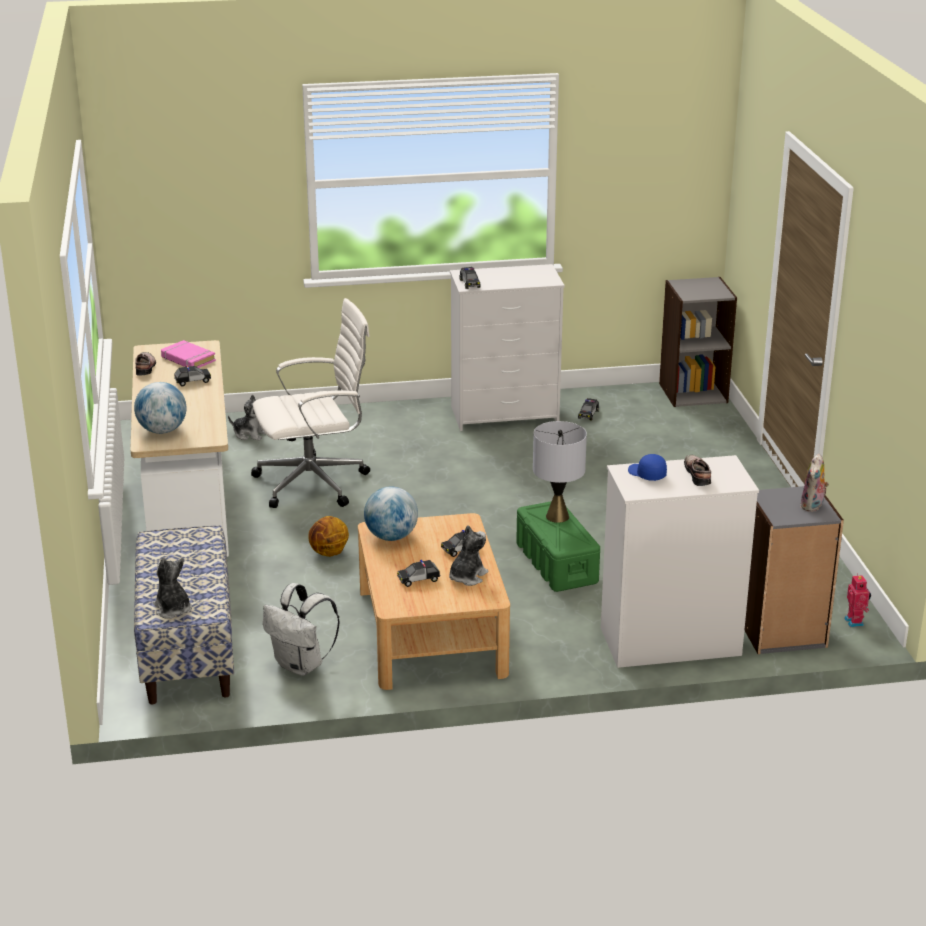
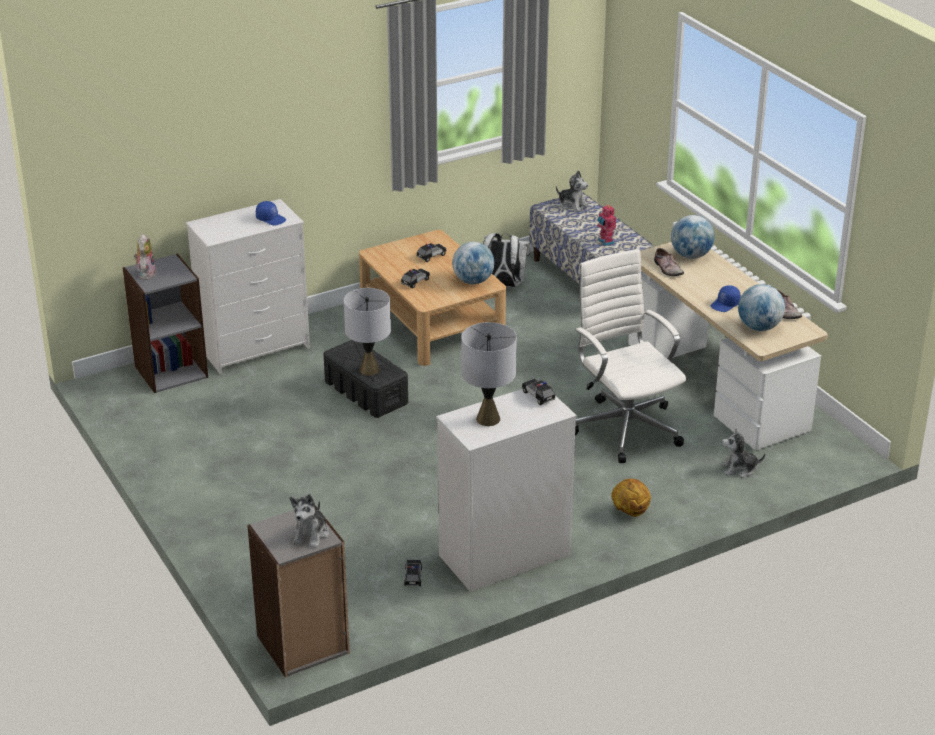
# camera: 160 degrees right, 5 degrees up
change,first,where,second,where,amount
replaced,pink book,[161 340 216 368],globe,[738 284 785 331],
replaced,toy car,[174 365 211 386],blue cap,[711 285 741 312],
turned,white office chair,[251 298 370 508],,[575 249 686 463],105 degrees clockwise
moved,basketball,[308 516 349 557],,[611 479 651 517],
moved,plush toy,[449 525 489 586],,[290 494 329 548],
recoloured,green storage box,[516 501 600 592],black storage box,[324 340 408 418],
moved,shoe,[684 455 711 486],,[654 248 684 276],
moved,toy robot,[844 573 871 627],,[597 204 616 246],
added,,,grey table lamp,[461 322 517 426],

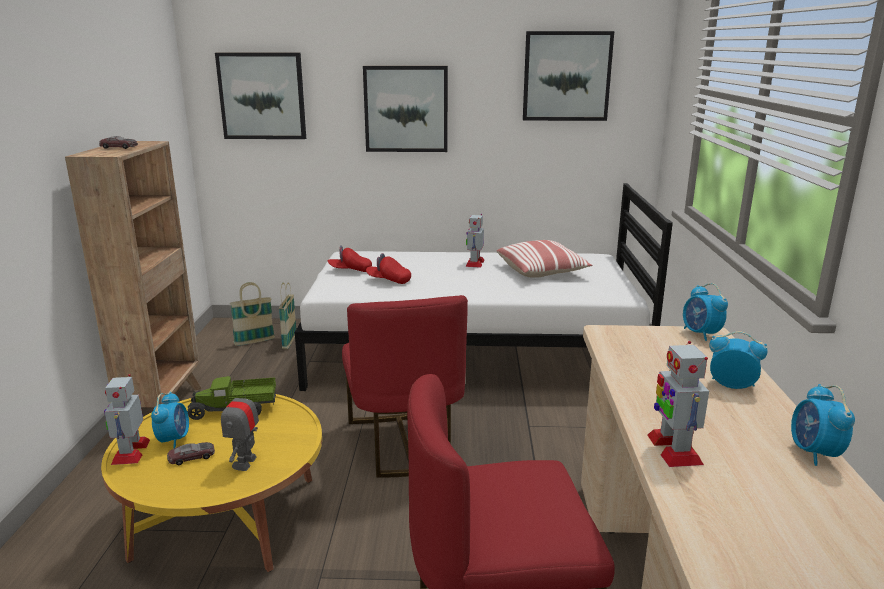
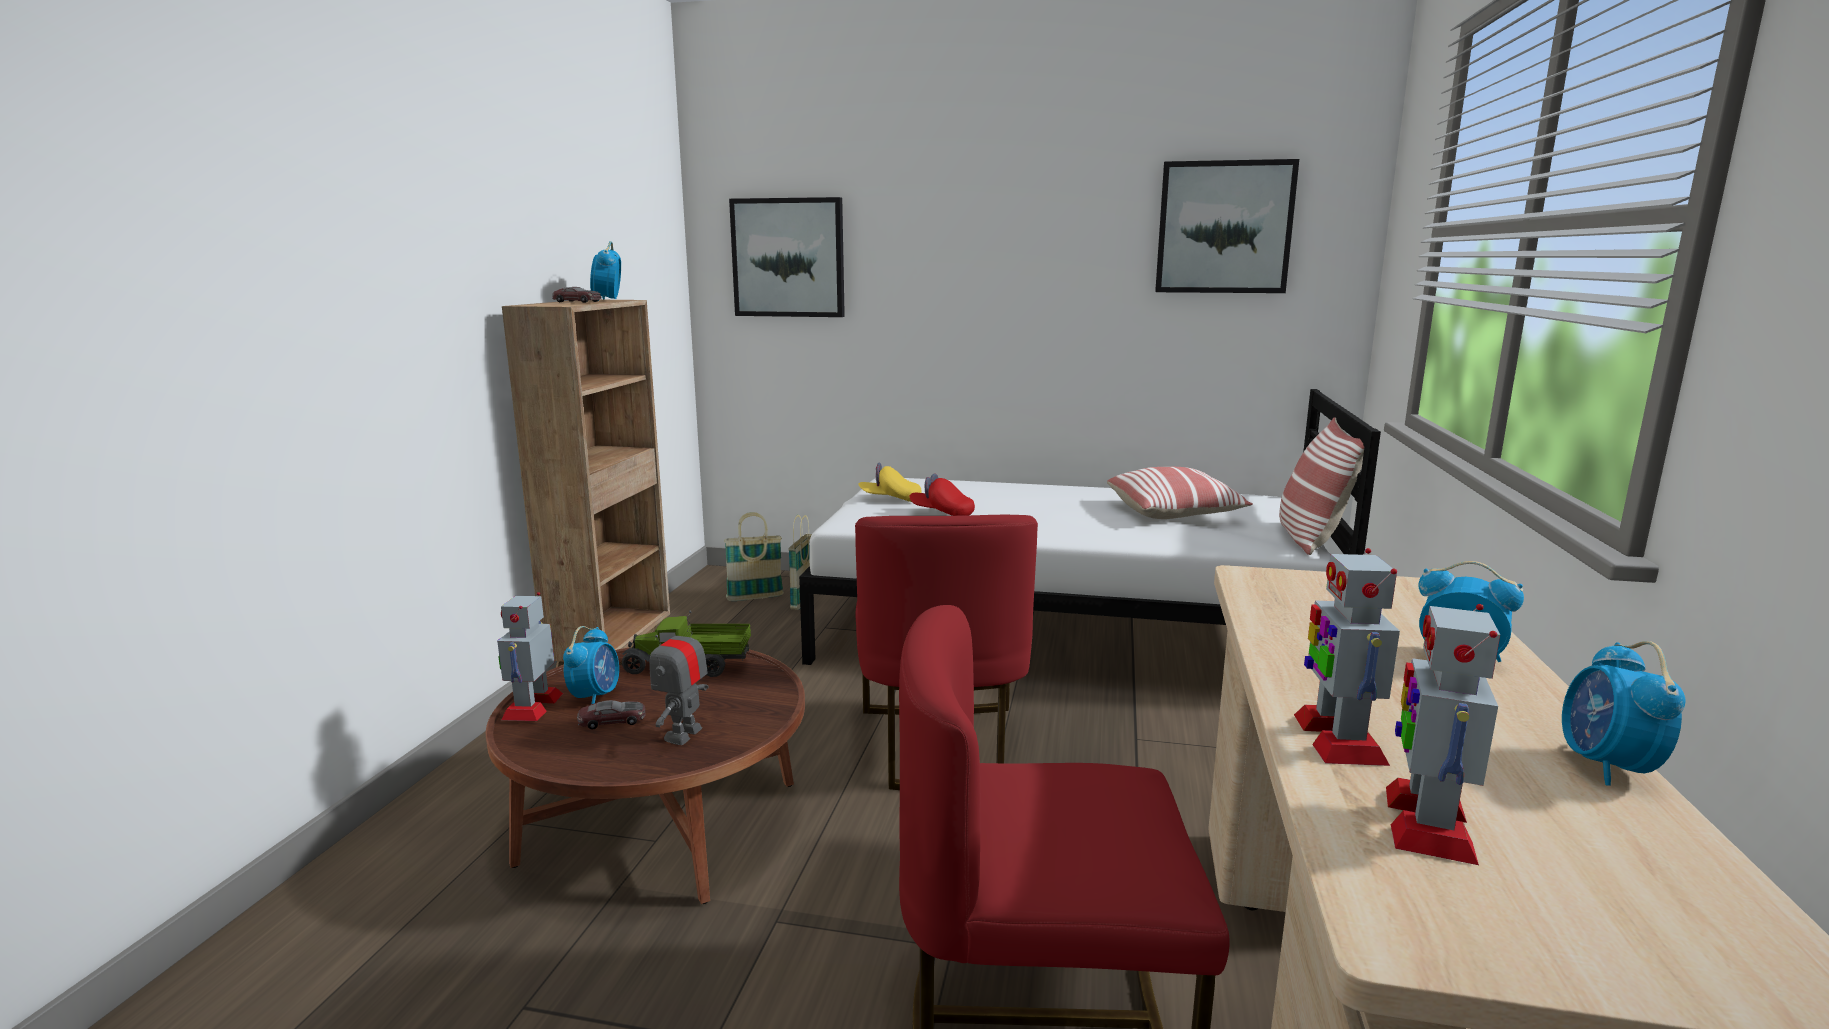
# camera: 10 degrees right, 5 degrees down
change,first,where,second,where,amount
recoloured,yellow coffee table,[101 394 322 572],brown coffee table,[486 647 805 904],
recoloured,red cap,[328 245 372 272],yellow cap,[858 463 922 502],
removed,picture,[363 66 448 152],,,
moved,toy robot,[466 214 484 268],,[1386 604 1500 865],
moved,alarm clock,[683 283 728 341],,[590 241 621 299],
added,,,pillow,[1279 417 1365 555],

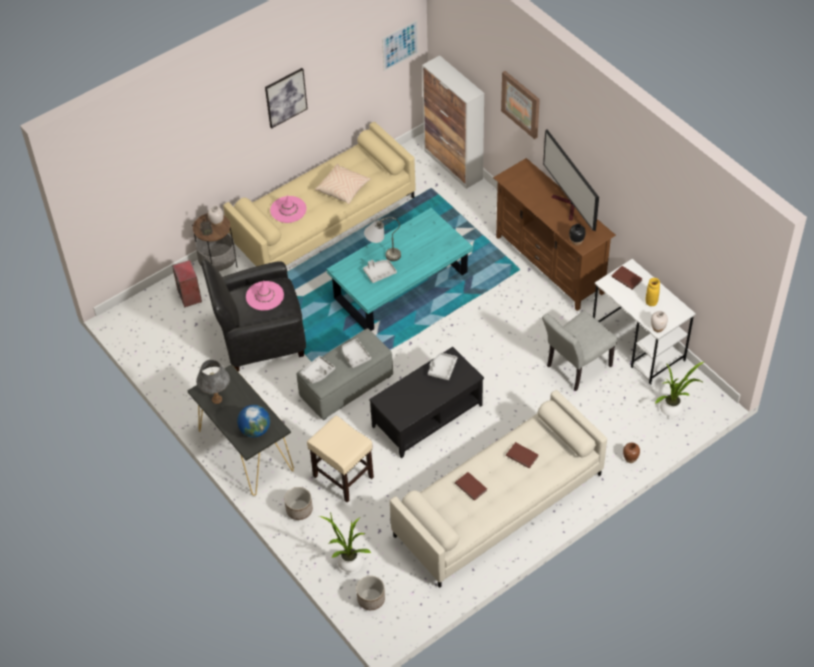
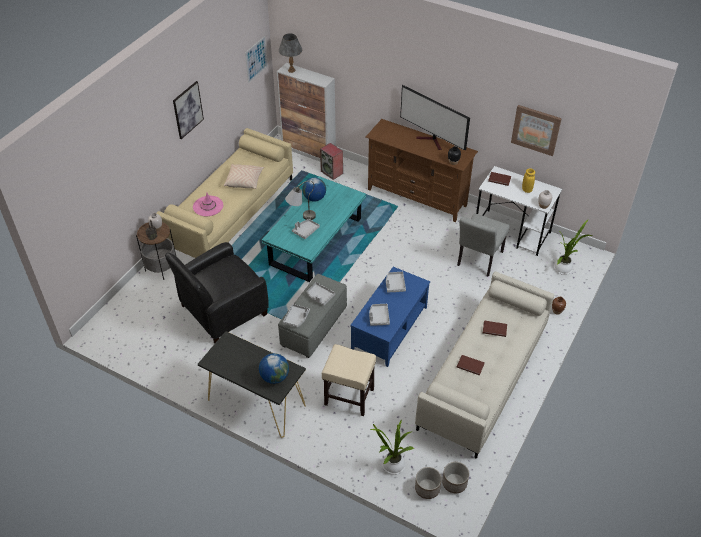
# camera: 25 degrees left, 5 degrees down
change,first,where,second,where,amount
moved,speaker,[172 260 202 308],,[320 143 343 180],
moved,grey table lamp,[196 360 230 404],,[279 33 302 73],
removed,pink hat,[246 280 284 310],,,
moved,planter,[284 487 313 520],,[442 462 469 494],
recoloured,black coffee table,[369 347 484 458],blue coffee table,[350 267 430 367],
moved,picture,[501 71 540 139],,[511 105 562 156],
added,,,globe,[302 177 326 201],
added,,,grey tray,[369 304 390 326],

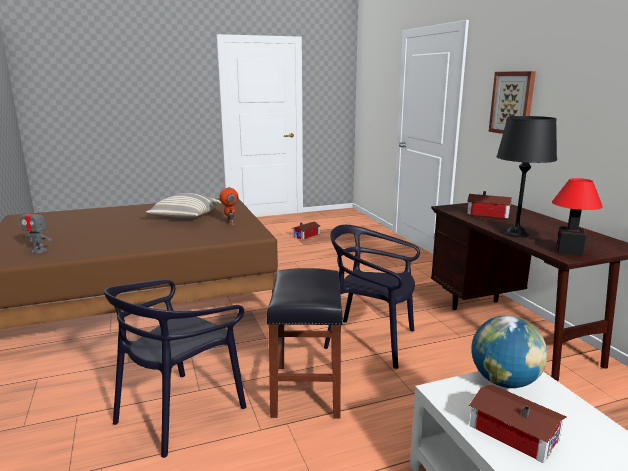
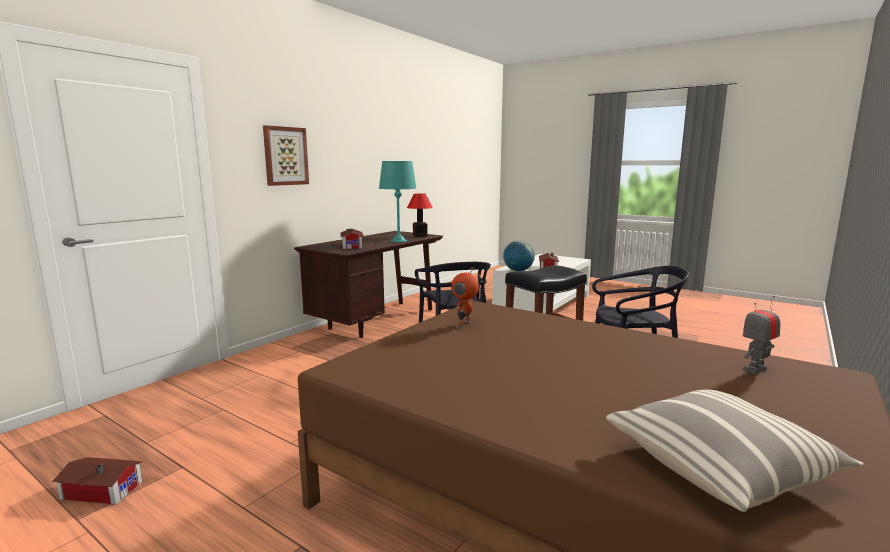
# camera: 125 degrees left, 5 degrees down
change,first,where,second,where,amount
turned,toy robot,[20 205 52 253],,[742 296 780 375],105 degrees counterclockwise
moved,pillow,[146 193 221 218],,[606 390 864 512],
recoloured,black table lamp,[497 116 557 237],turquoise table lamp,[379 161 417 242],

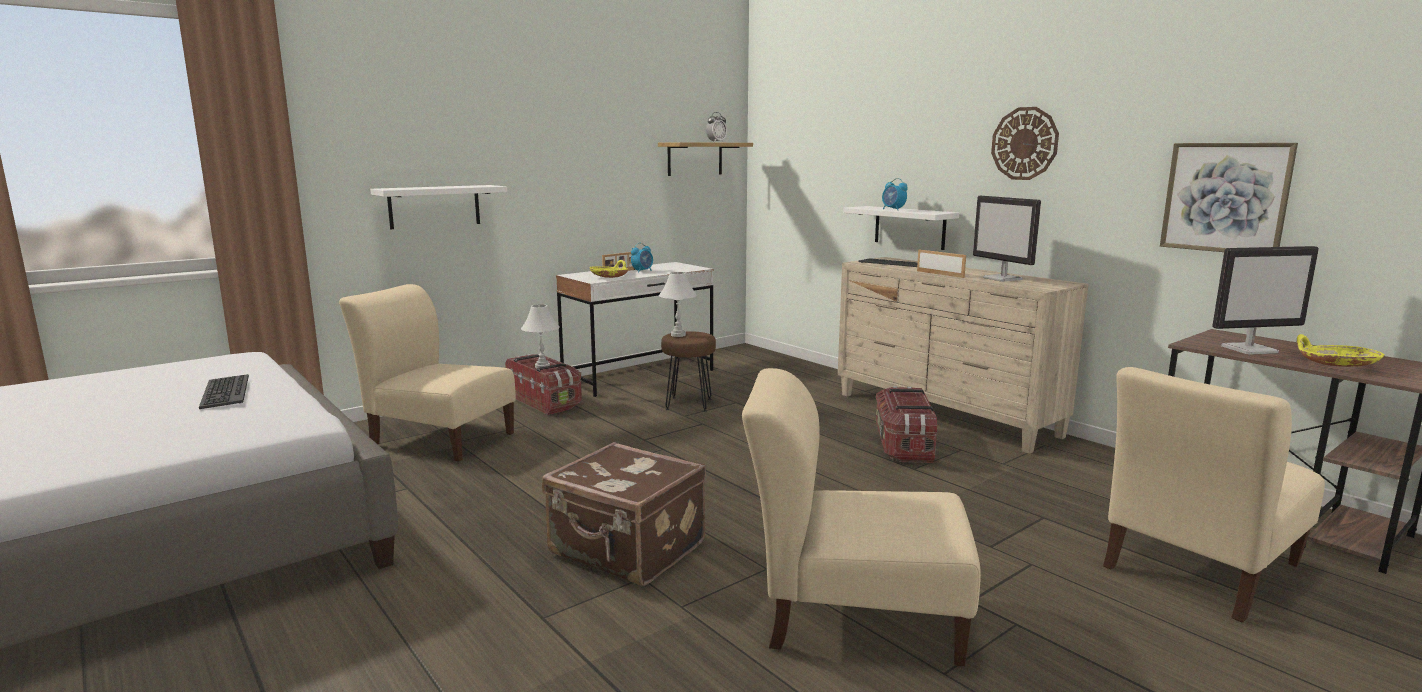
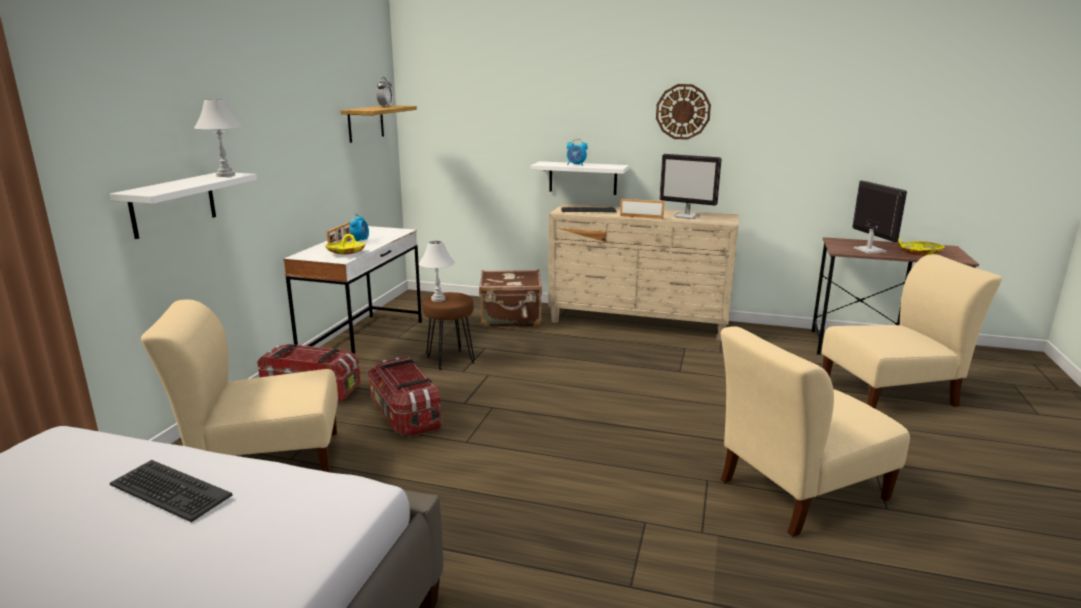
# camera: 35 degrees left, 5 degrees up
change,first,where,second,where,amount
moved,white table lamp,[521 304 560 368],,[194 99 243 177],
moved,brown suitcase,[542 442 706 586],,[479 270 542 327],
moved,storage box,[876 386 937 463],,[368 357 442 437],
turned,beige chair,[1103 367 1325 623],,[822 254 1002 409],120 degrees counterclockwise
removed,picture,[1160 143 1298 252],,,
turned,monitor,[1212 246 1319 355],,[852 181 907 254],60 degrees counterclockwise

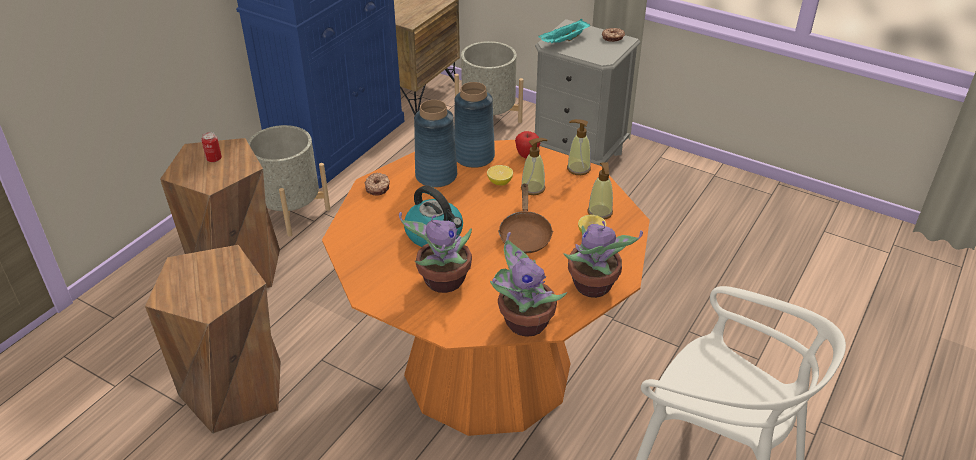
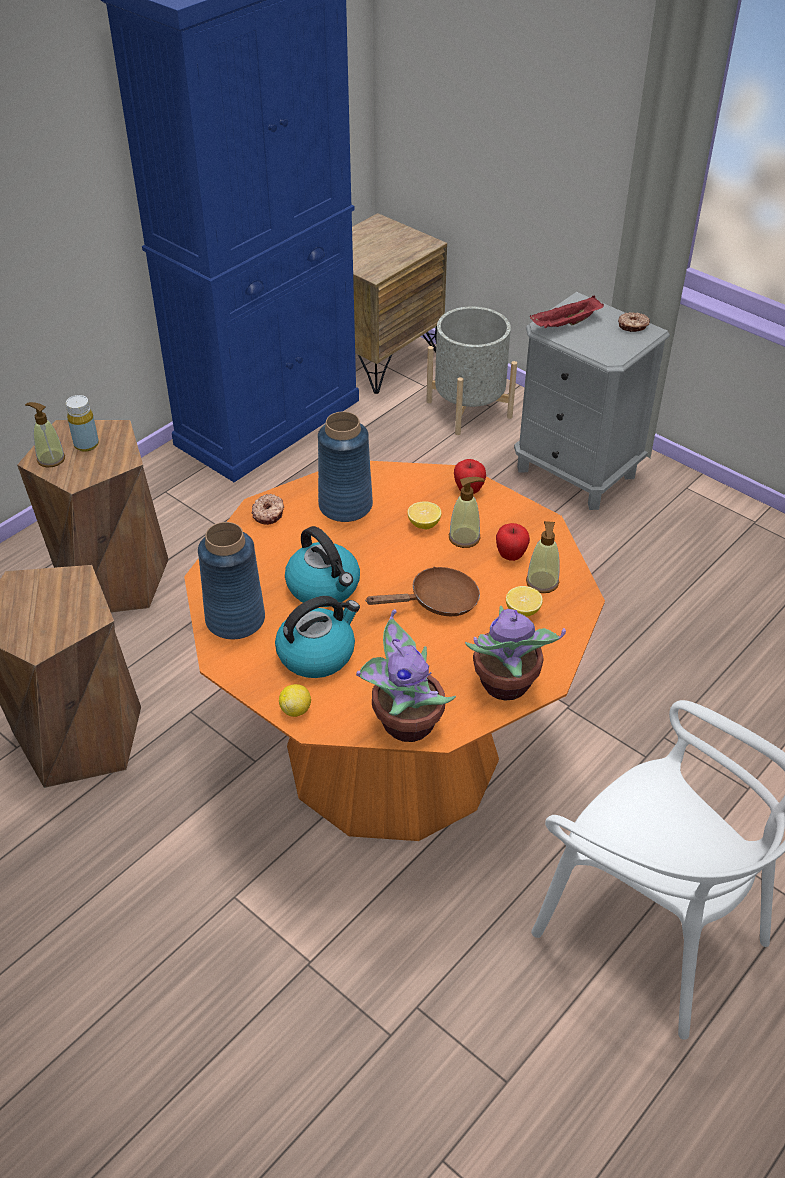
# camera: 10 degrees right, 5 degrees up
change,first,where,second,where,amount
replaced,can,[201 132 222 162],yellow bottle,[66 395 99 452],
removed,grey planter,[248 125 330 237],,,
replaced,potted plant,[399 212 472 293],kettle,[275 596 360 678],
moved,blue vase,[454 82 495 168],,[198 522 265 639],
turned,brown frying pan,[498 183 553 253],,[365 567 480 616],120 degrees counterclockwise
recoloured,turquoise tray,[538 19 590 43],red tray,[530 296 604 328],
moved,soap dispenser,[567 119 591 175],,[25 402 65 468],
added,,,lemon,[279 684 311 717],
added,,,apple,[496 523 530 561],

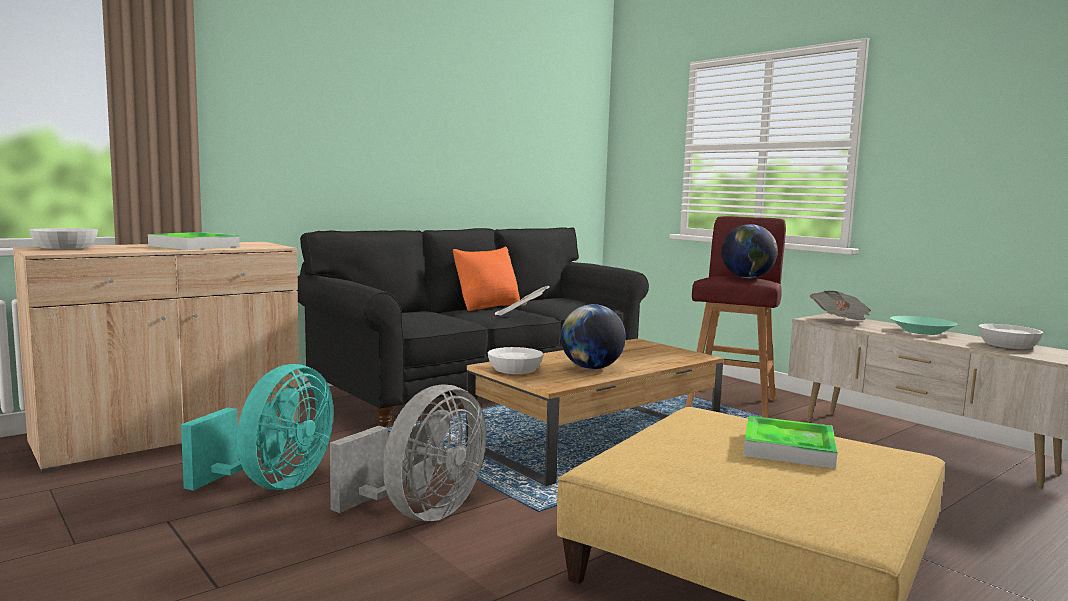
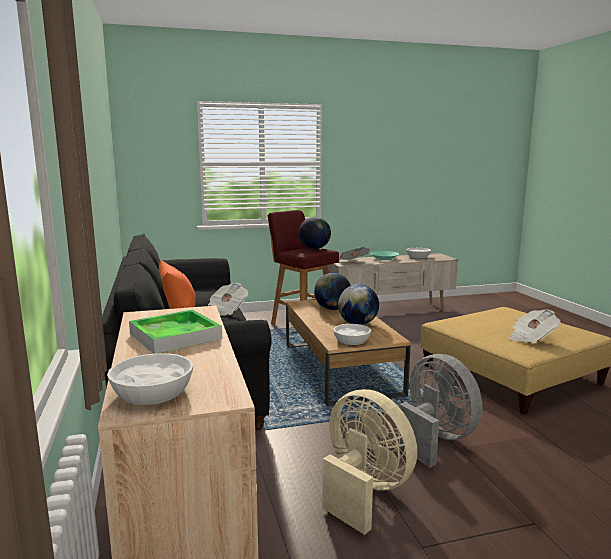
# camera: 65 degrees left, 5 degrees up
change,first,where,second,where,amount
recoloured,turquoise fan,[181 364 334 491],beige fan,[323 389 417 535],
removed,tray,[743 416 837 469],,,
added,,,globe,[314 273 351 310],
added,,,newspaper,[508 309 560 343],

